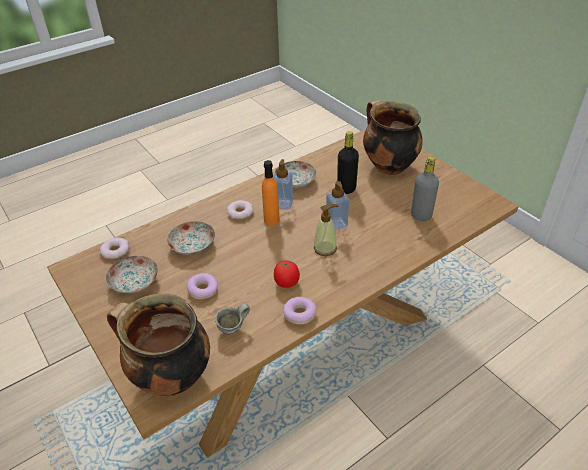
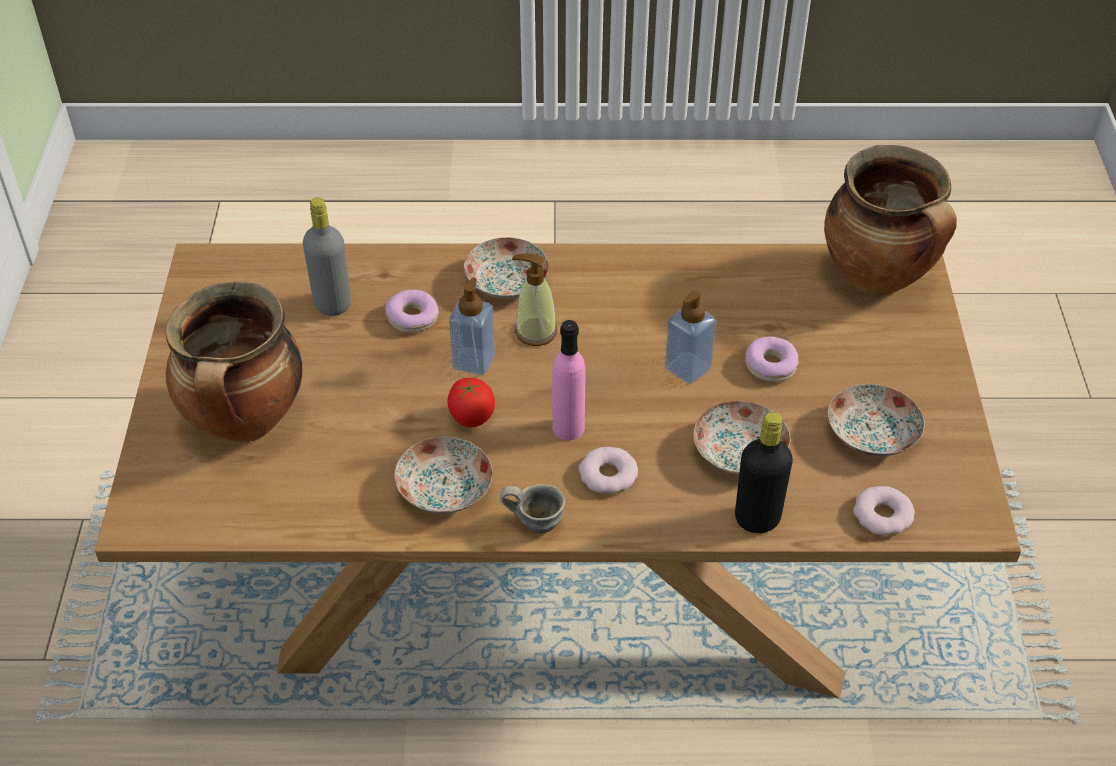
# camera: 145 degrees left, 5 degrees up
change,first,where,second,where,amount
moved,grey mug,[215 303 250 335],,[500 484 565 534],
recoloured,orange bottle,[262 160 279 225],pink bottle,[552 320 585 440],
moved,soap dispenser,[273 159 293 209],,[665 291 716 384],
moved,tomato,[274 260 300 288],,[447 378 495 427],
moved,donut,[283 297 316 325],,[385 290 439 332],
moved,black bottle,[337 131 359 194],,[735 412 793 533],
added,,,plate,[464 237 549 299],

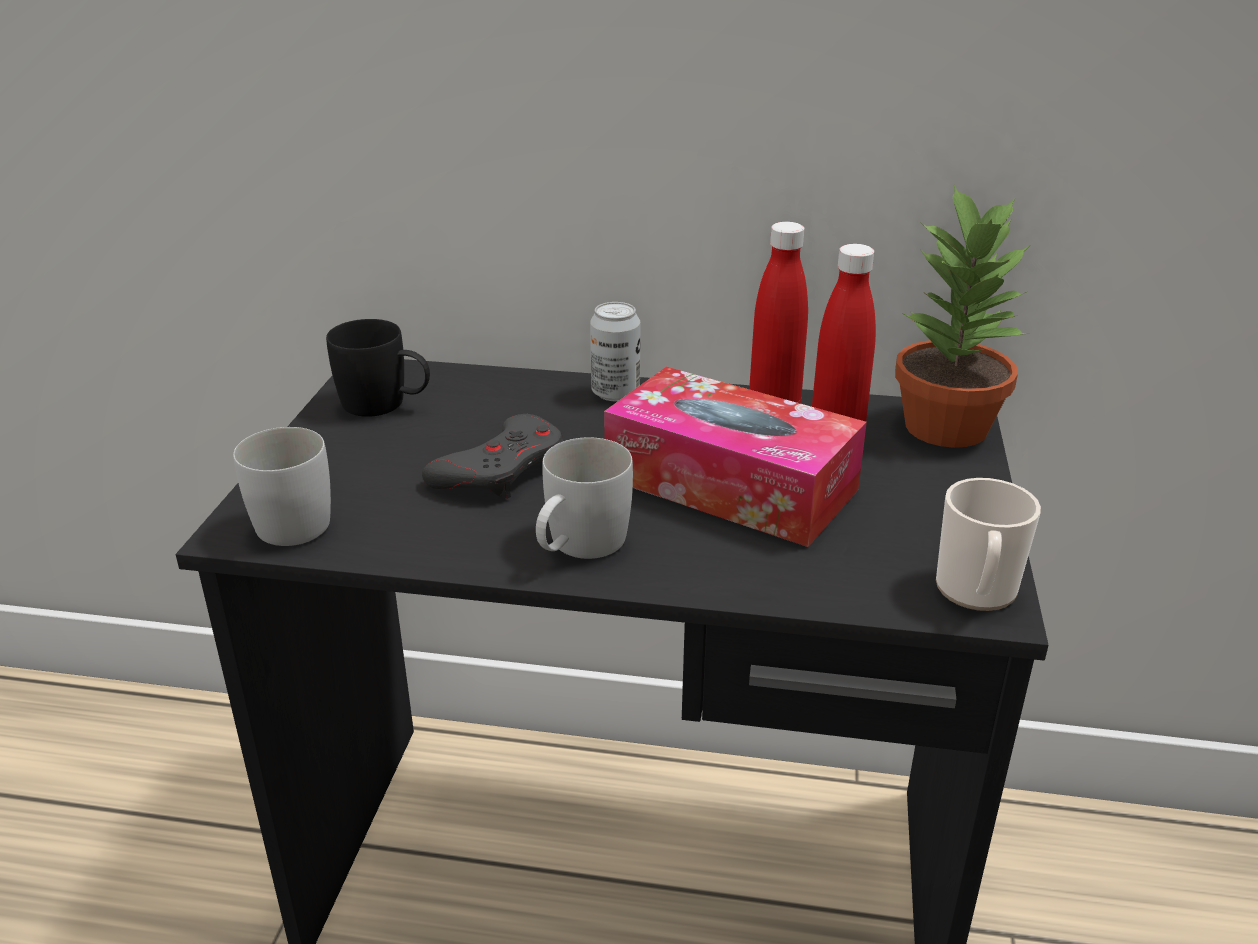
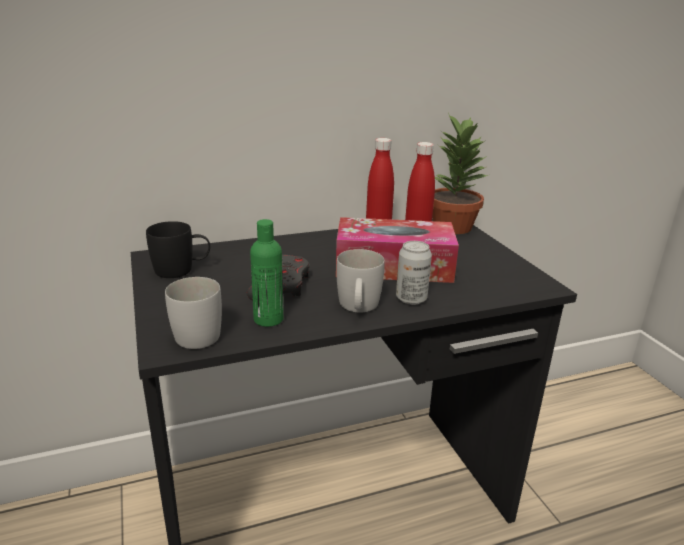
# camera: 30 degrees left, 5 degrees down
change,first,where,second,where,amount
moved,can,[590 302 640 401],,[396 241 432 305],
removed,mug,[936 478 1041 611],,,
added,,,green bottle,[250 219 283 327],

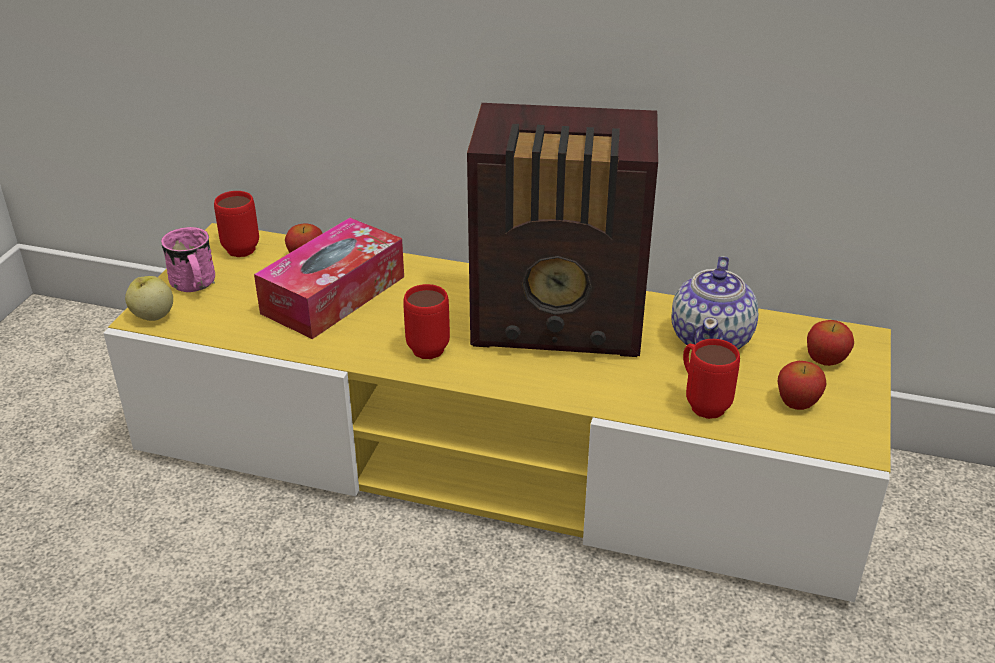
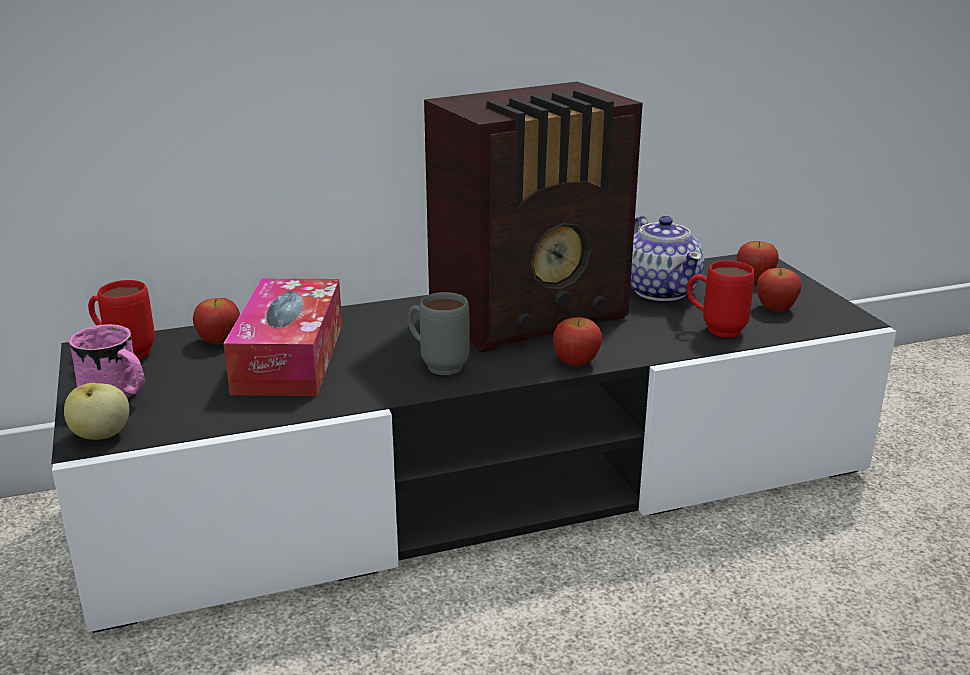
# camera: 35 degrees left, 10 degrees down
change,first,where,second,where,amount
recoloured,yellow tv stand,[103 223 891 602],black tv stand,[51 254 896 633],
recoloured,red mug,[403 284 450 359],grey mug,[407 292 470 375],
added,,,apple,[553 317 602 366],

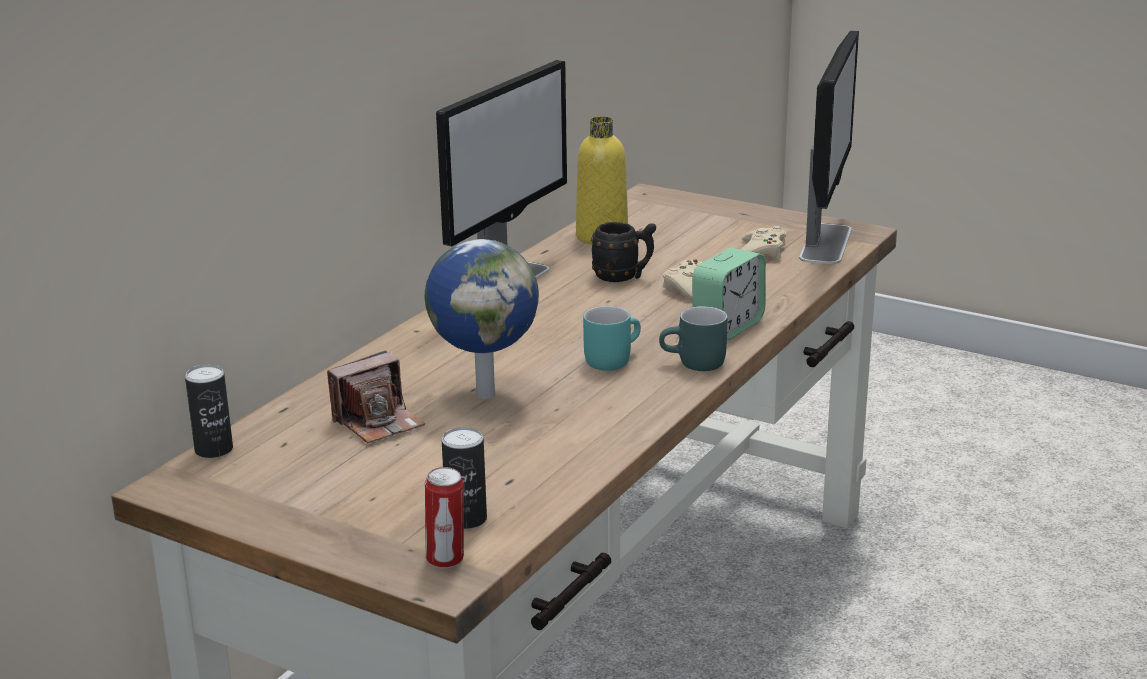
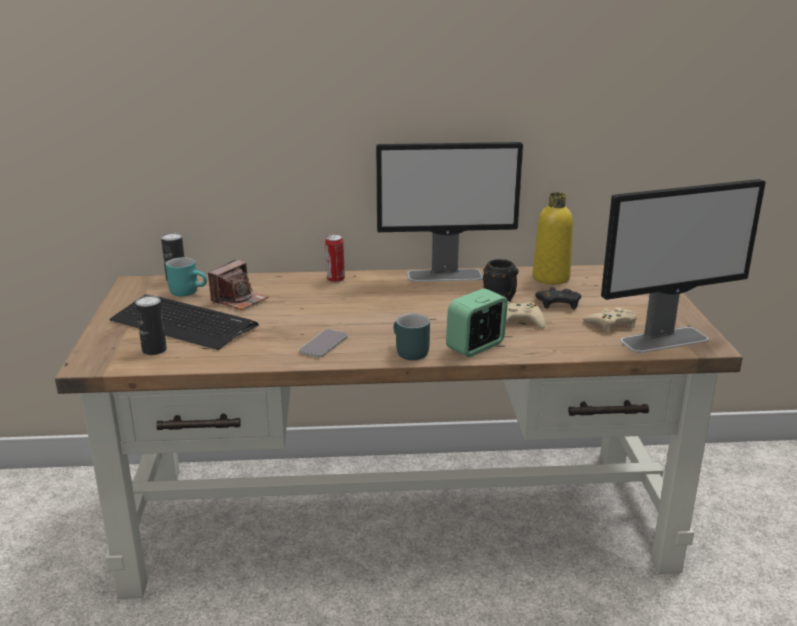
# camera: 55 degrees right, 0 degrees up
change,first,where,second,where,amount
turned,photo camera,[327 351 425 443],,[208 260 268 310],75 degrees counterclockwise
removed,globe,[425 239 539 399],,,
moved,can,[425 467 464 568],,[325 234 345 282],
moved,turquoise mug,[583 306 641 371],,[166 257 207 296],
turned,alarm clock,[692 248 766 340],,[446 288 508 357],135 degrees clockwise
added,,,keyboard,[110 295 259 350],
added,,,phone,[299 329 348 358],
added,,,black game controller,[535 287 581 310],

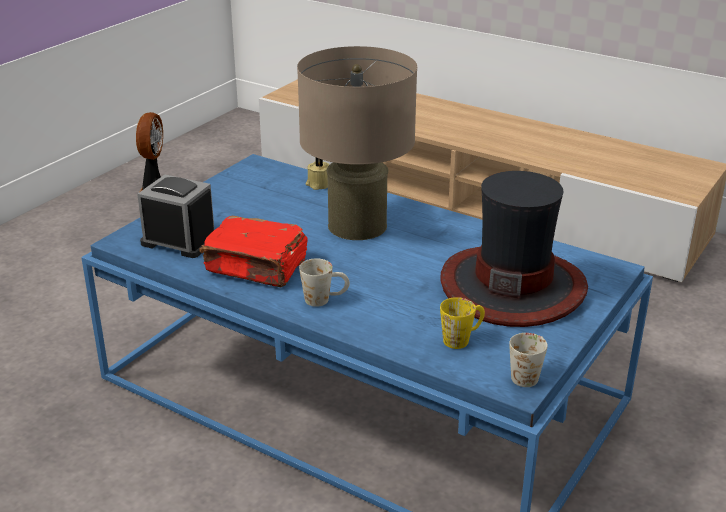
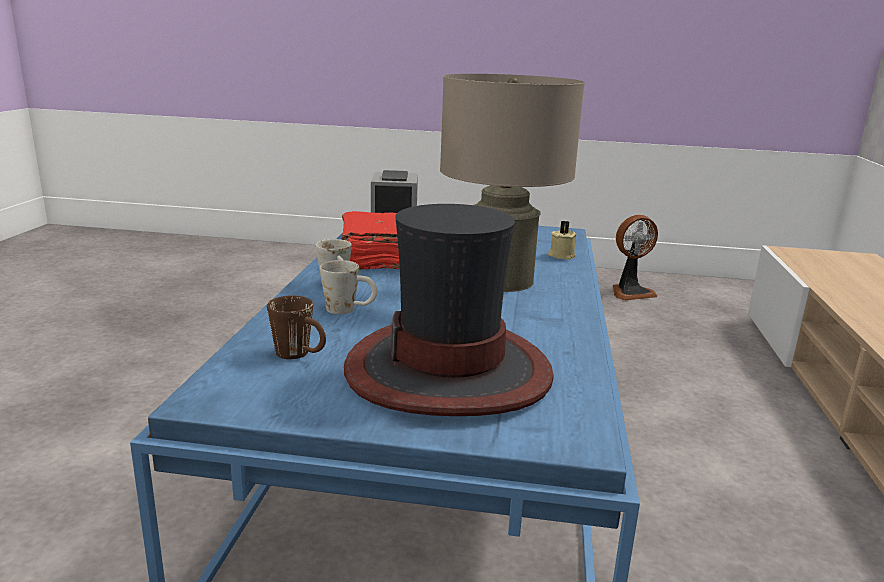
# camera: 65 degrees right, 10 degrees down
change,first,where,second,where,amount
recoloured,yellow mug,[440 297 485 349],brown mug,[267 295 326 359],
moved,white mug,[509 333 548 387],,[320 260 378 314],

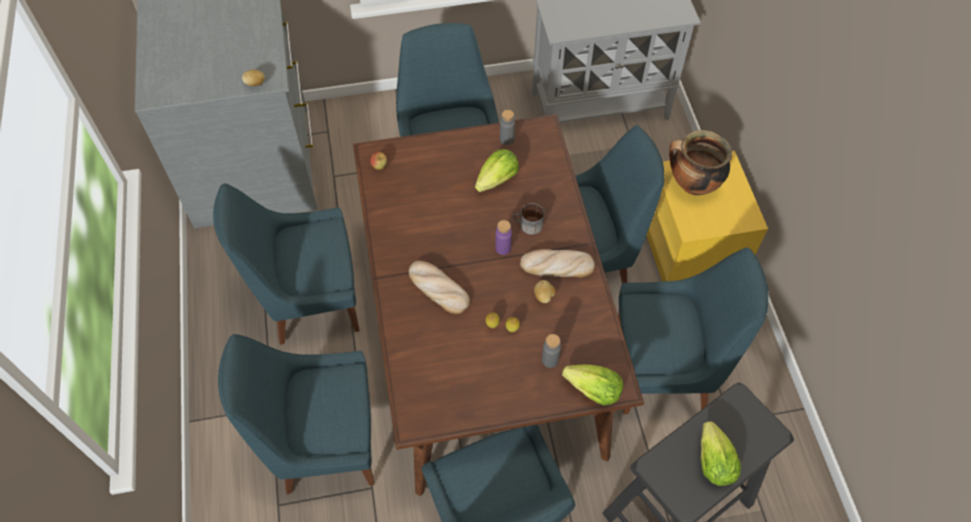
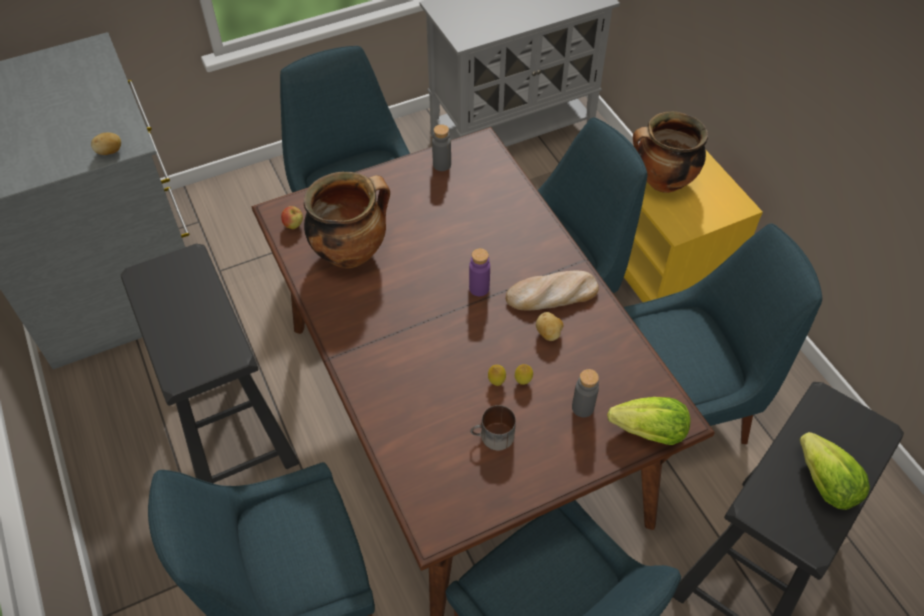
# camera: 15 degrees left, 5 degrees down
change,first,where,second,where,amount
replaced,blue chair,[213 183 359 345],black stool,[120 244 299 484],
removed,bread,[409 261 470 314],,,
removed,lettuce,[475 149 519 192],,,
moved,mug,[513 203 544 235],,[470 405 516 451],
added,,,cooking pot,[304 172 390 268],

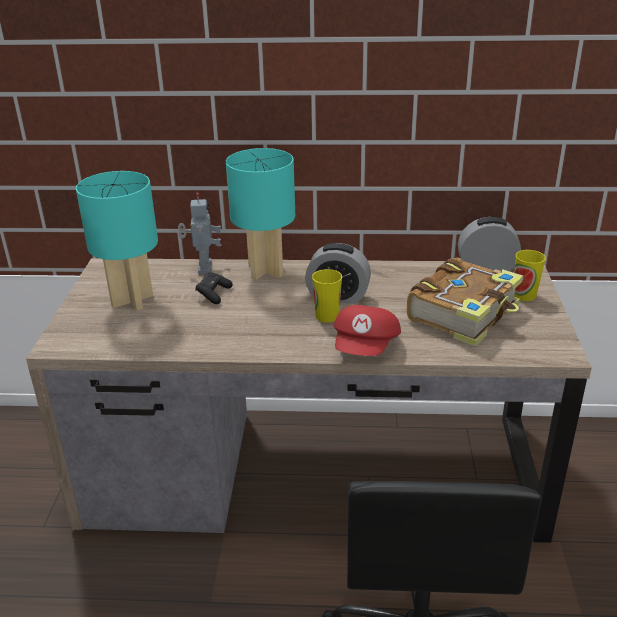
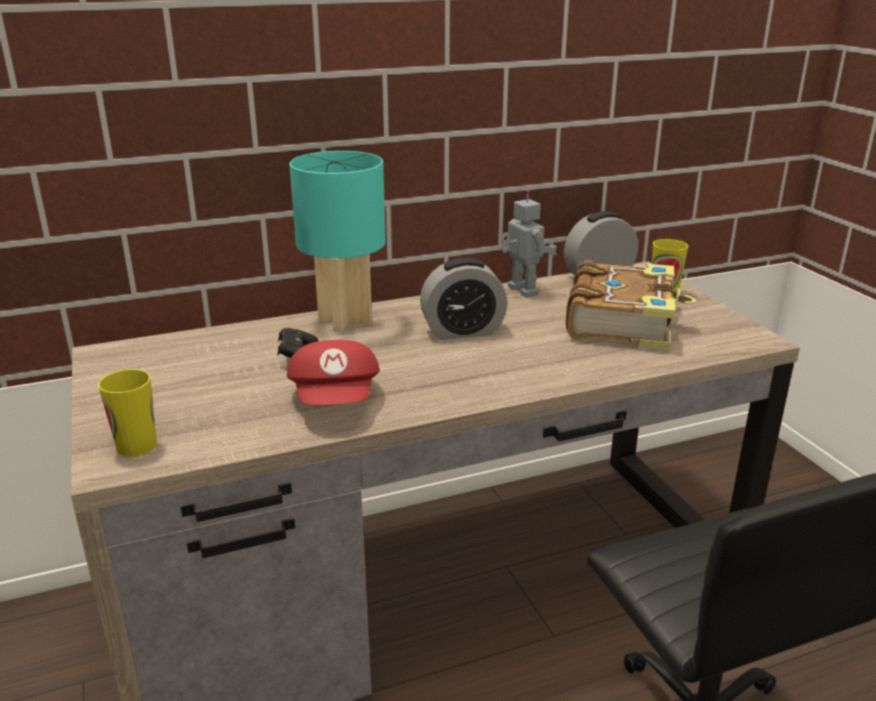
# camera: 25 degrees left, 5 degrees down
change,first,where,second,where,amount
removed,turquoise table lamp,[76 171 158 310],,,
moved,toy robot,[178 193 222 275],,[501 189 557 297],
moved,cup,[312 269 342 323],,[98 369 157 457],
moved,red cap,[334 305 401 356],,[287 340 380 405],

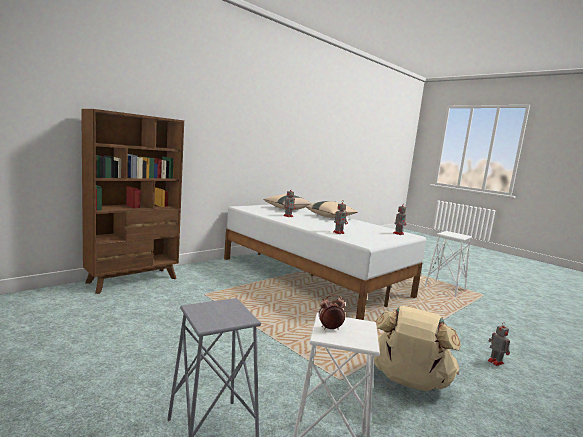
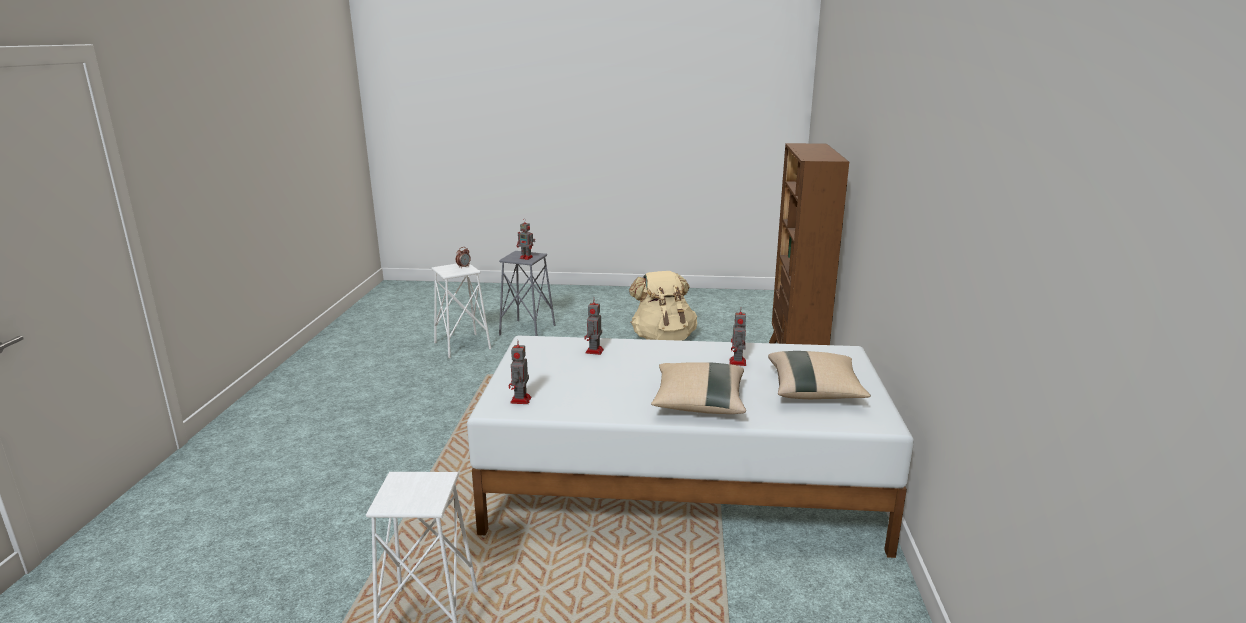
# camera: 140 degrees right, 10 degrees up
change,first,where,second,where,amount
moved,beige backpack,[374 306 461 391],,[629 271 697 341],
moved,toy robot,[488 322 510 366],,[517 221 535 260],

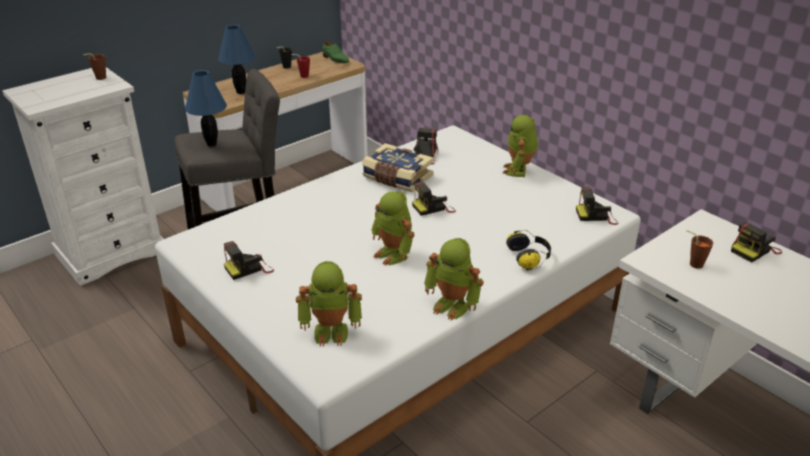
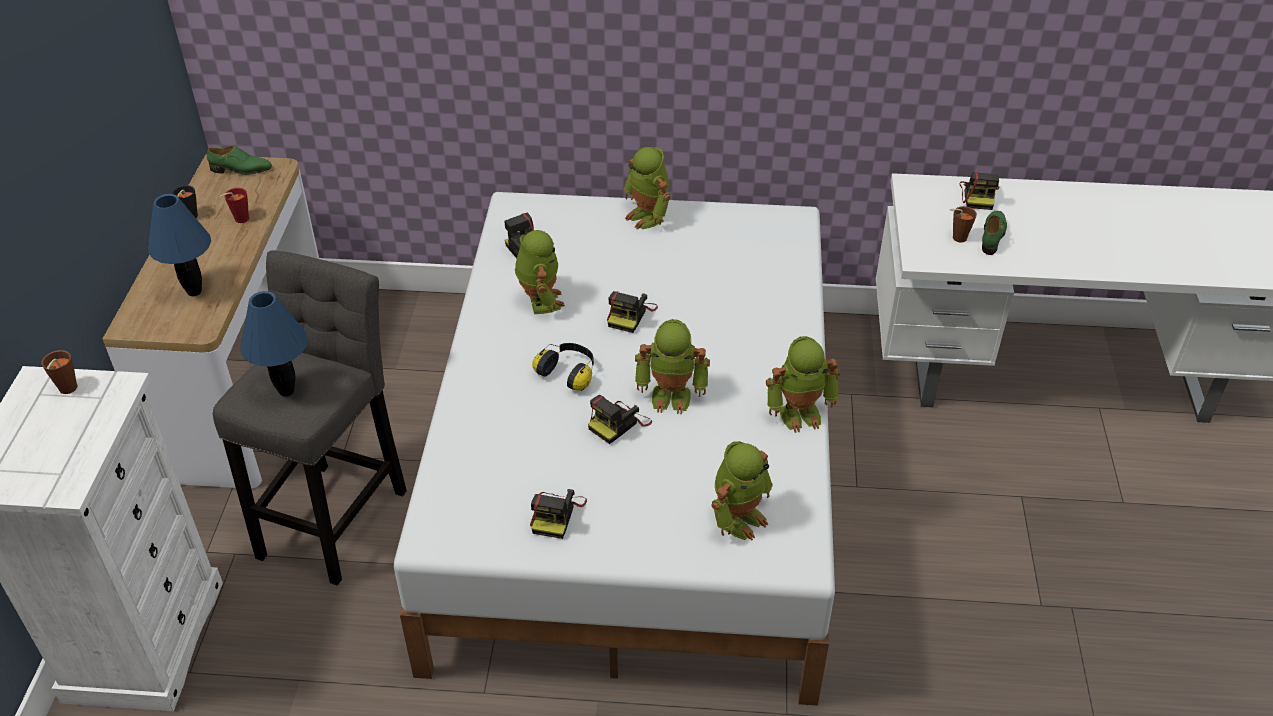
# camera: 45 degrees left, 10 degrees up
change,first,where,second,where,amount
replaced,book,[362 143 434 192],toy robot,[515 230 565 314],
moved,headphones,[506 230 551 270],,[532 343 594 391],
moved,photo camera,[576 187 618 225],,[588 395 652 444],
added,,,green shoe,[982 211 1007 255],

